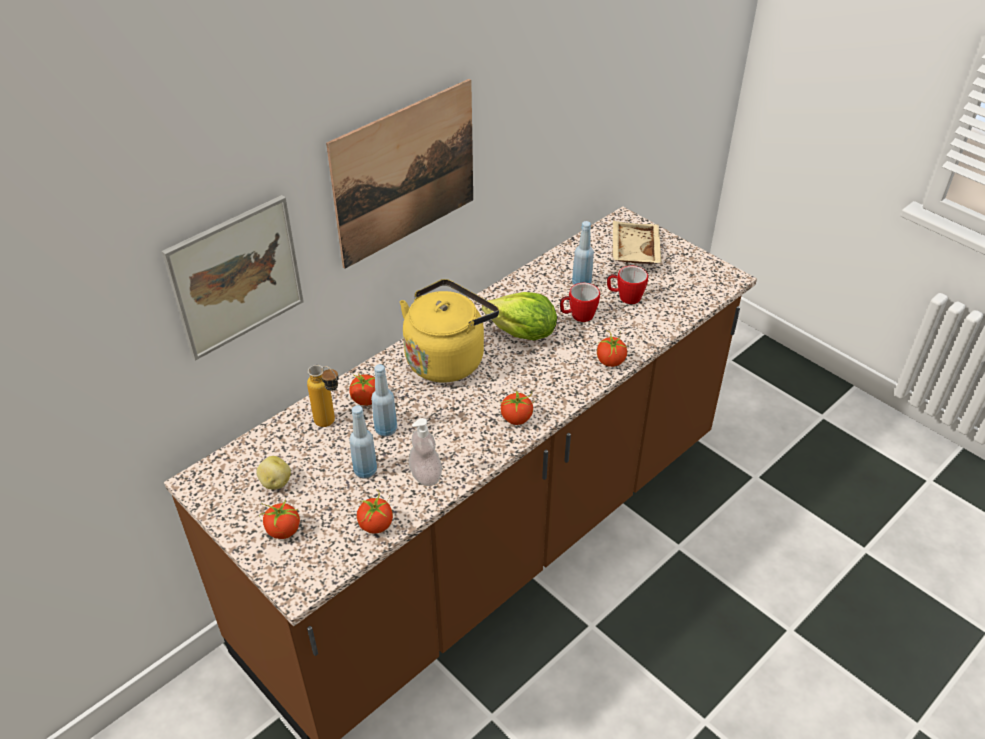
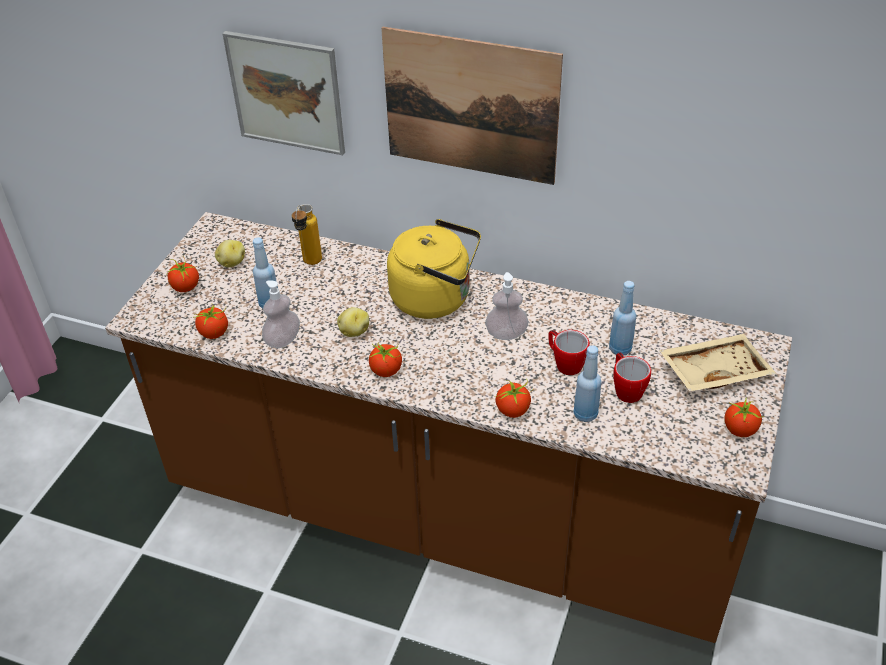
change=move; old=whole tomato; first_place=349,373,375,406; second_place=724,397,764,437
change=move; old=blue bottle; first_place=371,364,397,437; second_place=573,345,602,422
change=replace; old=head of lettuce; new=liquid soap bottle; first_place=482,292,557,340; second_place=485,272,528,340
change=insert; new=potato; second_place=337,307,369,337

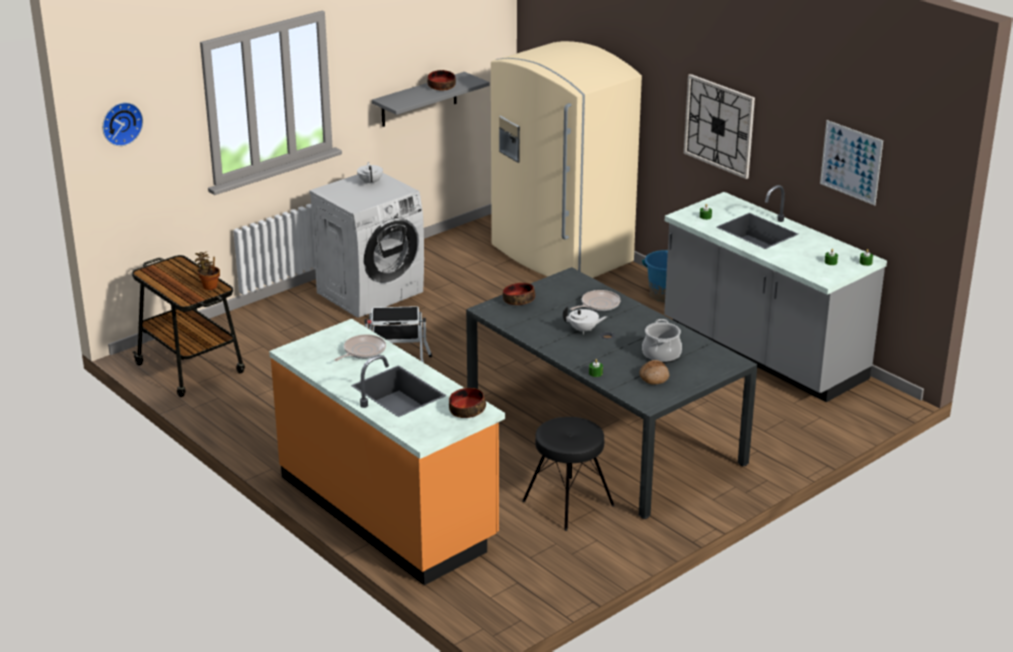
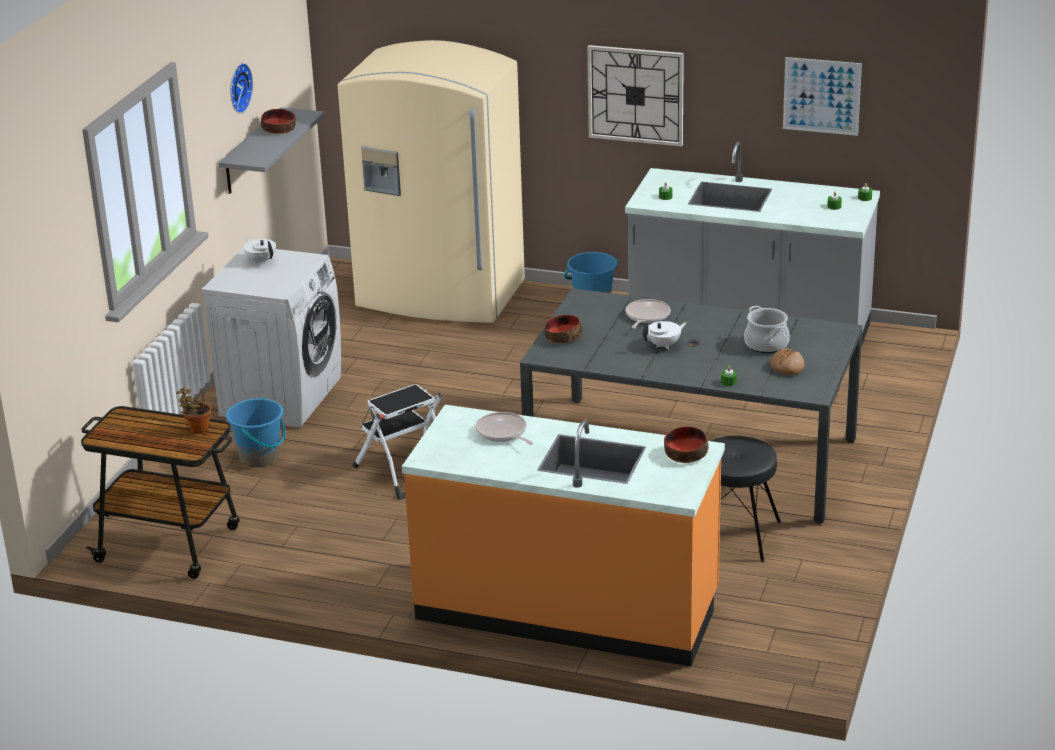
change=move; old=wall clock; first_place=102,102,143,146; second_place=230,63,253,114
change=rotate; old=pan; first_place=334,334,386,361; second_place=475,412,533,445; degrees=-45
change=insert; new=blue bucket; second_place=226,398,286,467

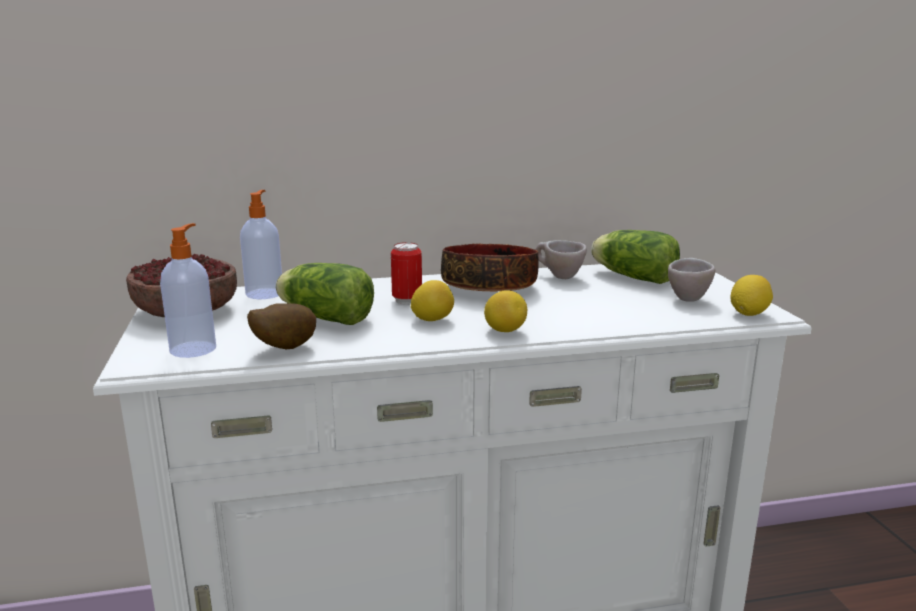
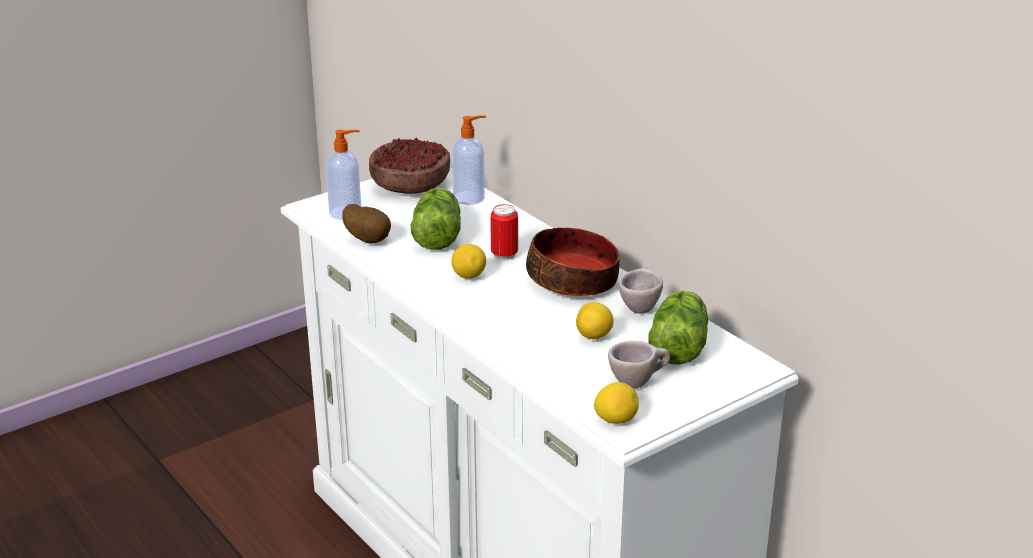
change=move; old=whole lemon; first_place=484,290,527,332; second_place=576,302,614,339

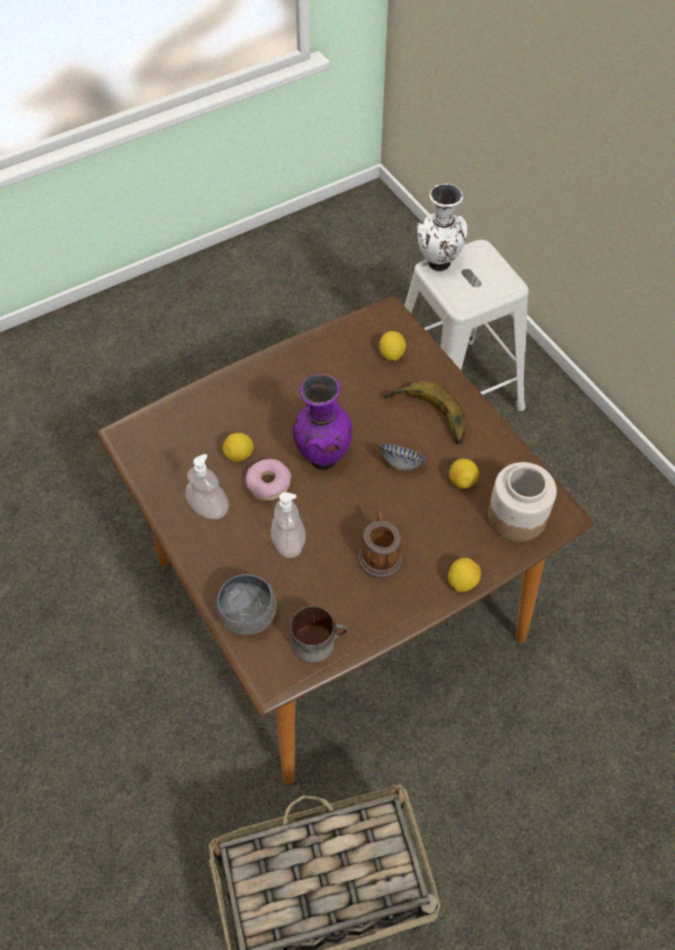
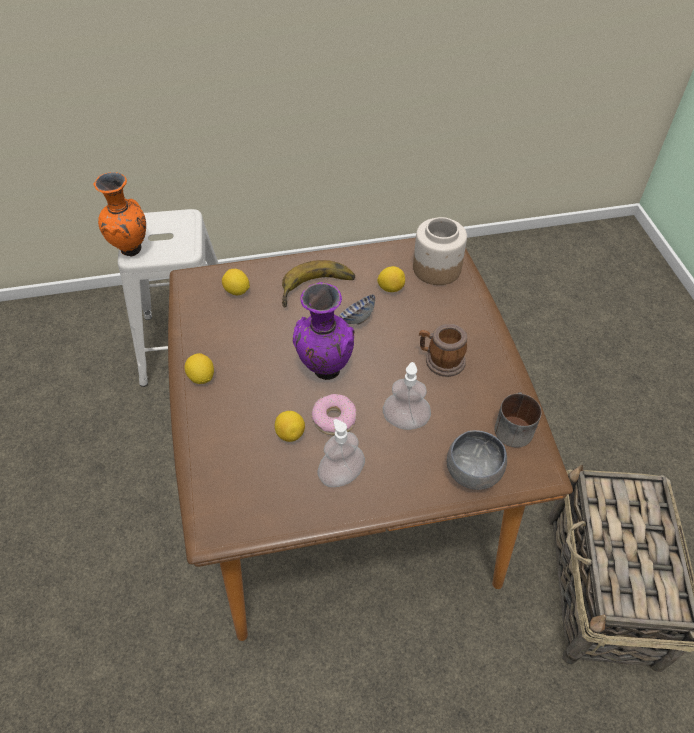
change=recolor; old=white-coloured flower vase; new=orangey flower vase; first_place=417,184,467,271; second_place=93,172,146,257
change=move; old=whole lemon; first_place=448,558,481,592; second_place=185,353,214,384

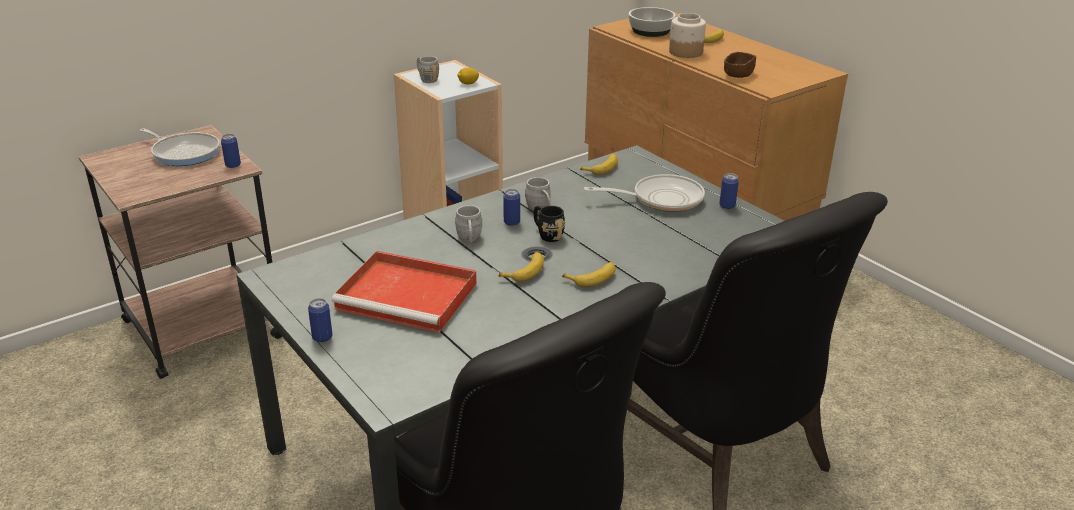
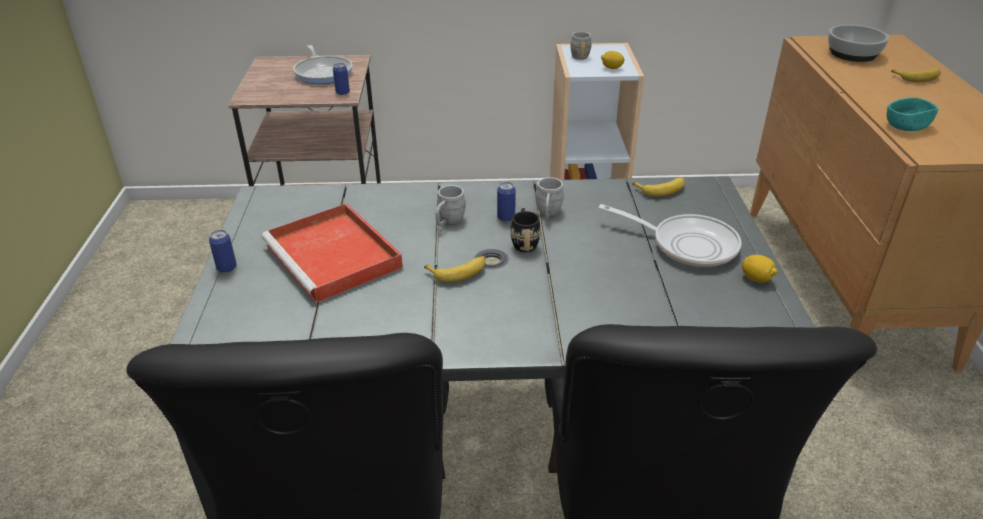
change=delete; old=banana fruit; first_place=562,262,616,287
change=delete; old=storage jar; first_place=669,13,706,58
change=replace; old=sealed can; new=whole lemon; first_place=719,173,739,209; second_place=742,255,778,282
change=recolor; old=brown-coloured serving bowl; new=turquoise-coloured serving bowl; first_place=724,52,756,78; second_place=887,97,939,131

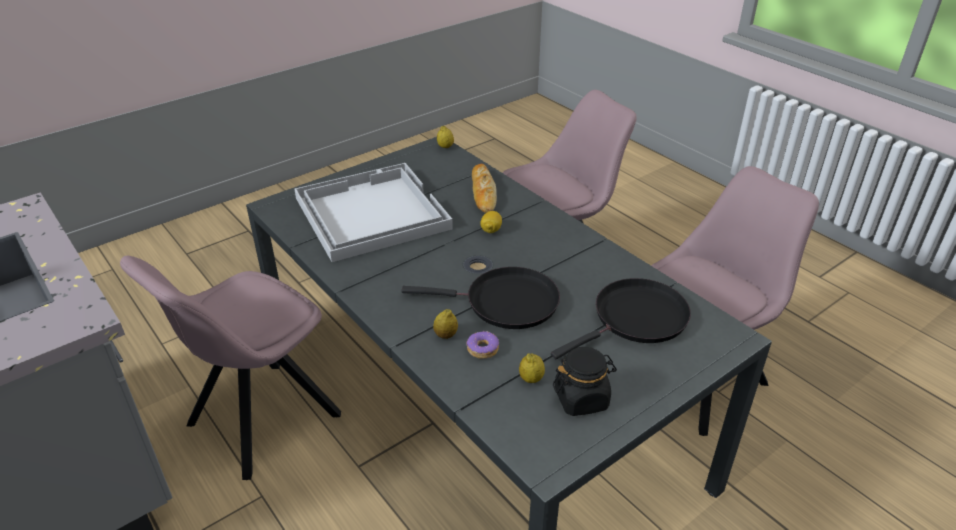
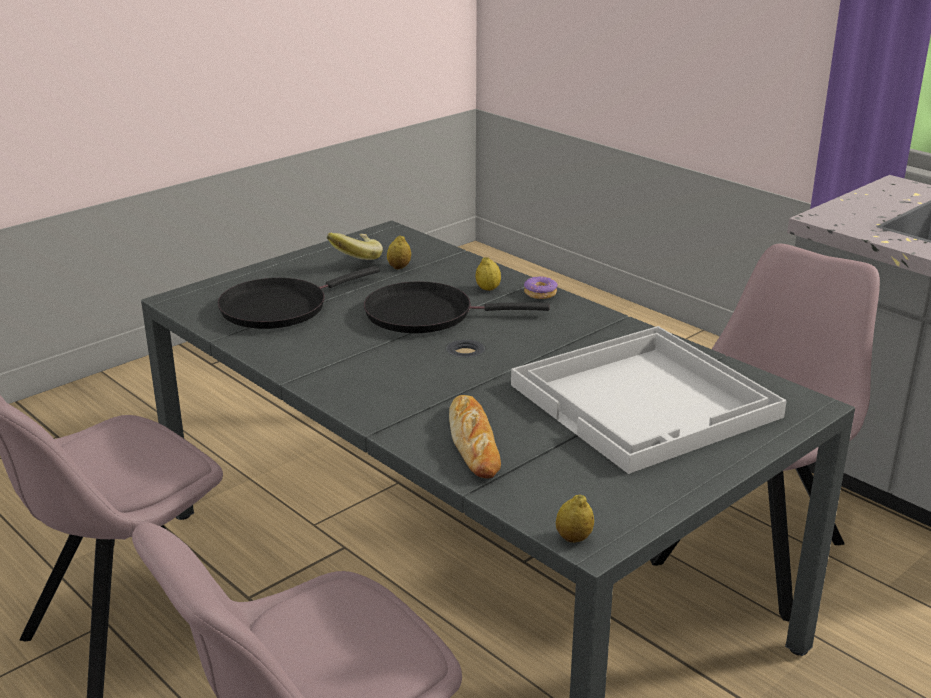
change=move; old=donut; first_place=466,331,499,359; second_place=524,276,558,299
change=delete; old=whole lemon; first_place=480,211,502,233
change=replace; old=black storage jar; new=banana fruit; first_place=553,347,617,416; second_place=326,233,383,260

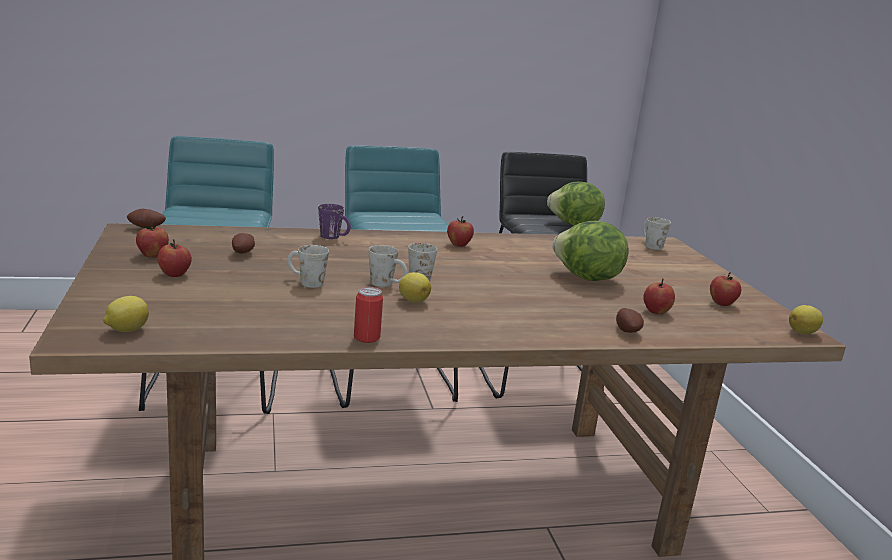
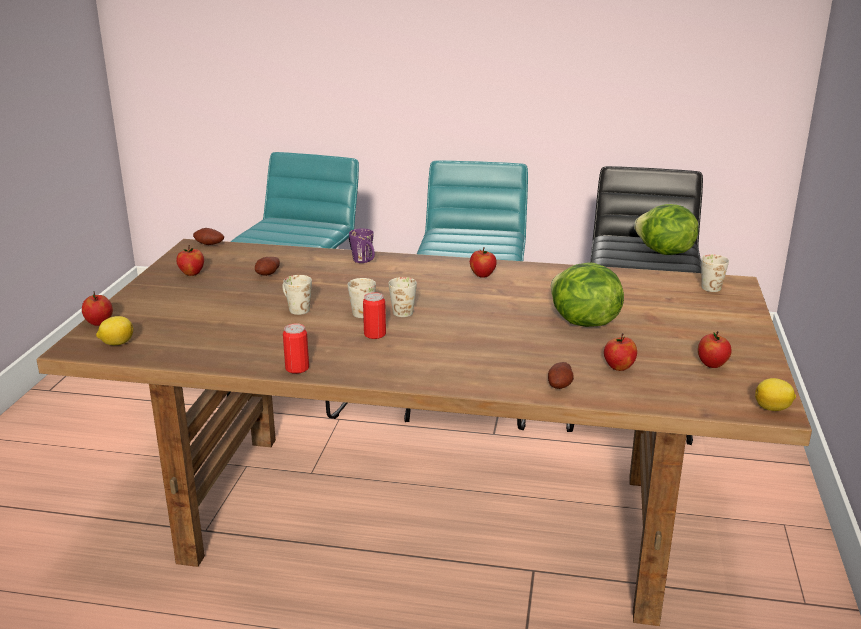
change=move; old=apple fruit; first_place=158,239,192,277; second_place=82,291,113,326
change=replace; old=whole lemon; new=sealed can; first_place=399,272,431,303; second_place=363,292,386,339

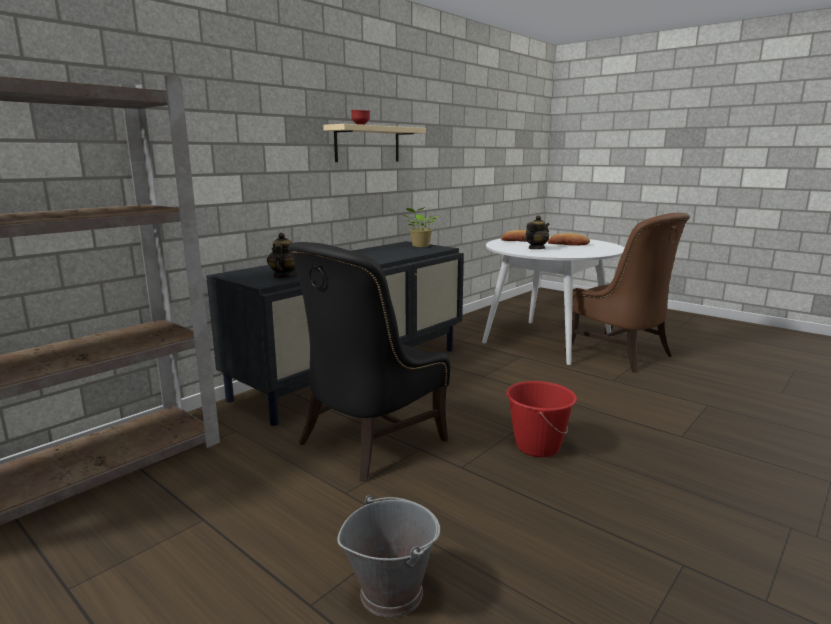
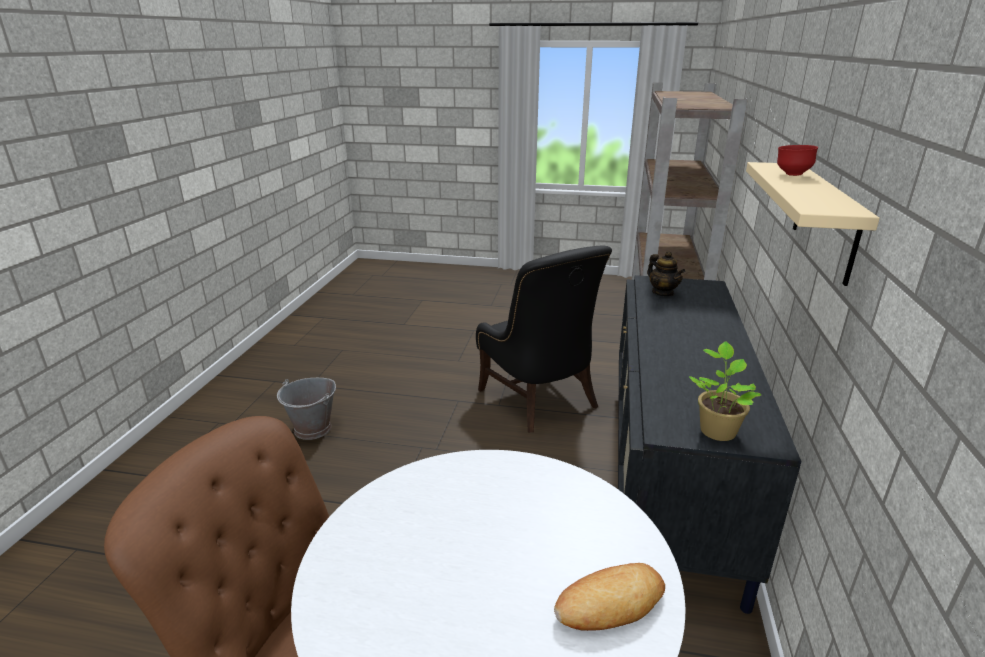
change=rotate; old=black chair; first_place=288,242,450,482; second_place=476,246,612,433; degrees=135
change=move; old=gray bucket; first_place=337,495,440,618; second_place=277,378,336,440
change=delete; old=red bucket; first_place=506,381,577,457
change=delete; old=tea pot; first_place=525,215,550,249
change=delete; old=baked bread; first_place=548,233,590,246

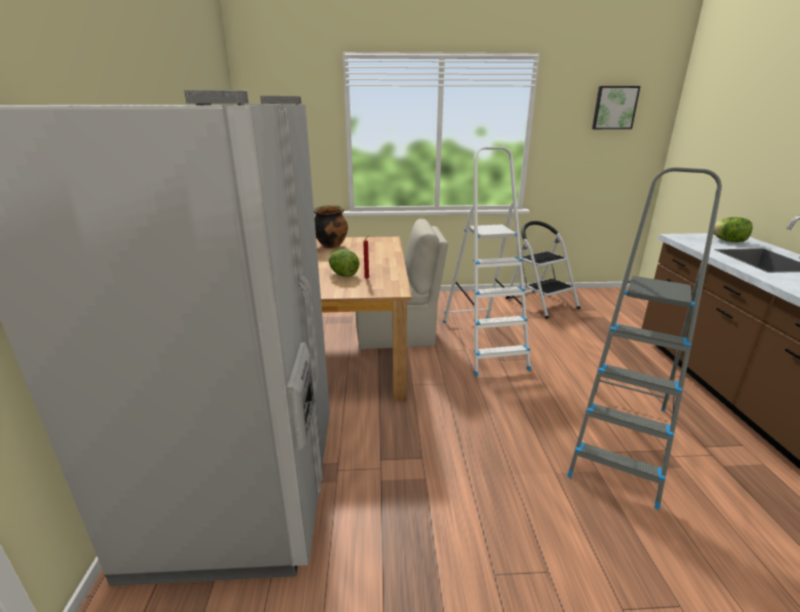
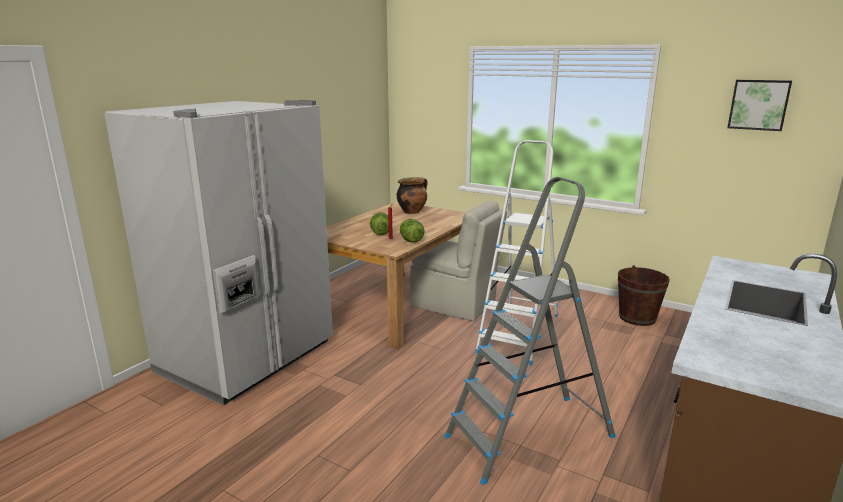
change=replace; old=step stool; new=brown-coloured bucket; first_place=506,221,581,319; second_place=618,265,670,326
change=move; old=head of lettuce; first_place=713,217,753,242; second_place=400,219,425,242

